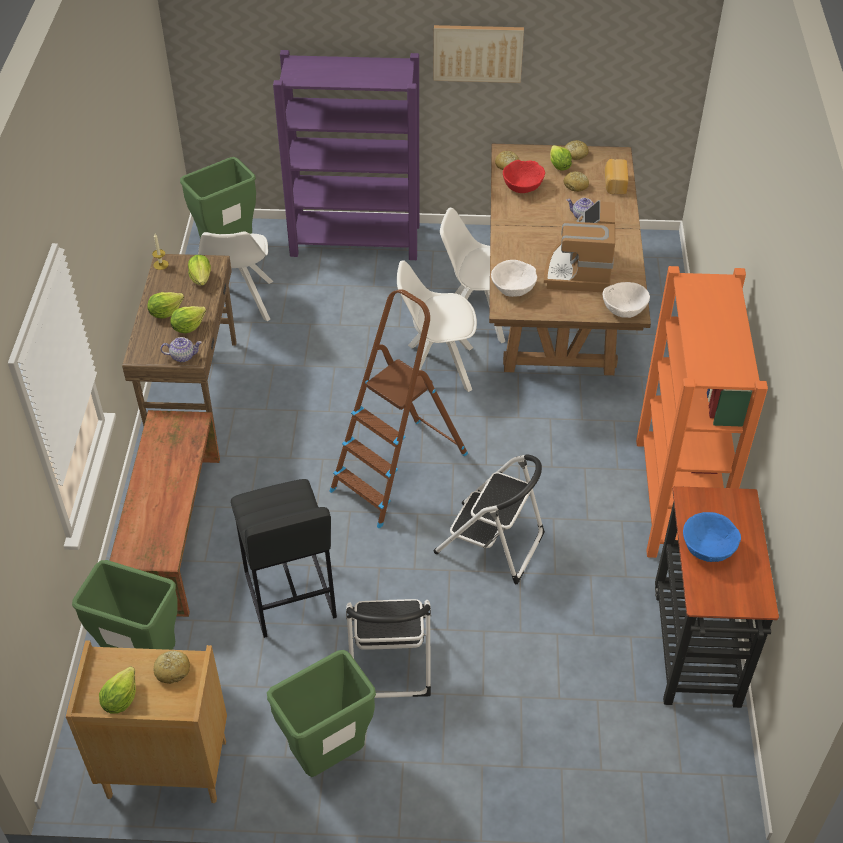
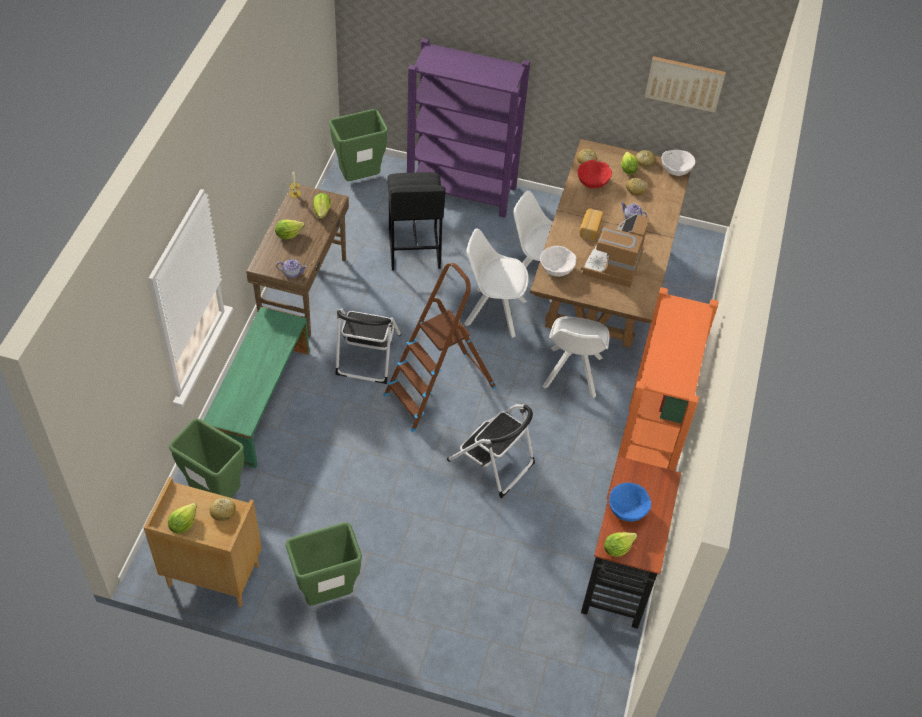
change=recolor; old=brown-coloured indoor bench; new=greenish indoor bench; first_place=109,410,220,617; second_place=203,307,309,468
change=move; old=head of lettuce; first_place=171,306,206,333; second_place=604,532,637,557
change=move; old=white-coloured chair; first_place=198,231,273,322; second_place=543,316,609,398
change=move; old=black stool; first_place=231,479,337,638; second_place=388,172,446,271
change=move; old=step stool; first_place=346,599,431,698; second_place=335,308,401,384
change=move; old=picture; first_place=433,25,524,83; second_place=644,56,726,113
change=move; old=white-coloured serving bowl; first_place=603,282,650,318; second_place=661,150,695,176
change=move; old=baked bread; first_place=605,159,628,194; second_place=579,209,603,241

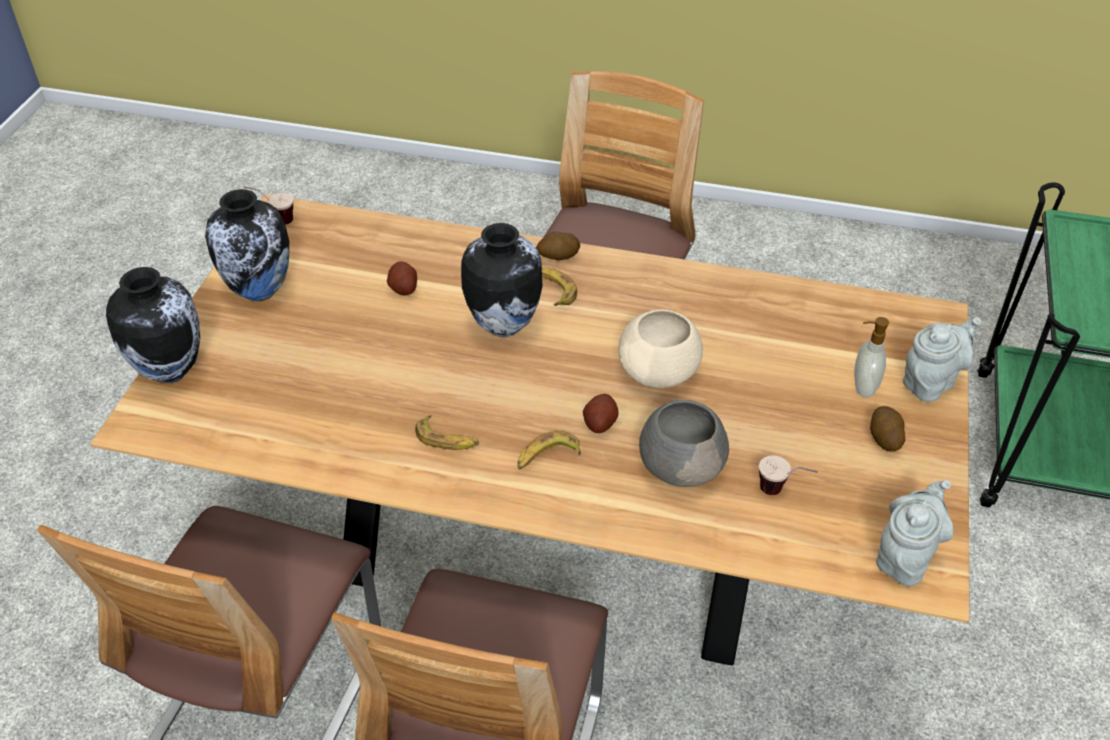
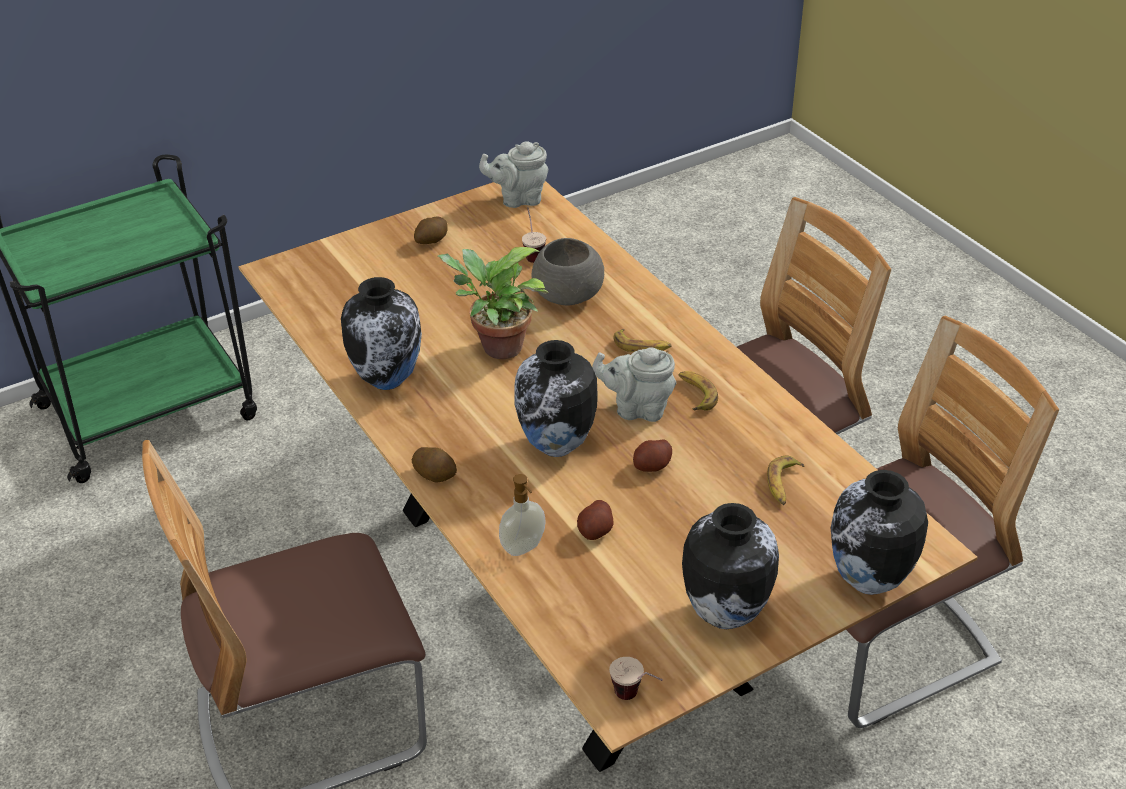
change=move; old=banana fruit; first_place=542,268,577,306; second_place=767,456,805,505
change=move; old=potato; first_place=583,394,619,433; second_place=633,439,672,472
change=replace; old=beige-coloured serving bowl; new=potted plant; first_place=618,309,703,388; second_place=438,247,549,359
change=move; old=liquid soap bottle; first_place=854,317,889,397; second_place=499,474,546,556
change=move; old=gray tea pot; first_place=903,317,981,402; second_place=592,347,676,422
change=insert; new=flower vase; second_place=341,277,422,390

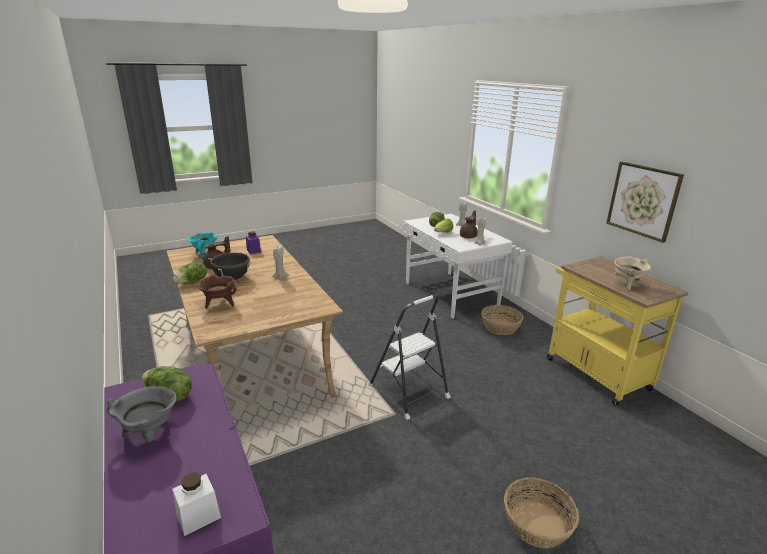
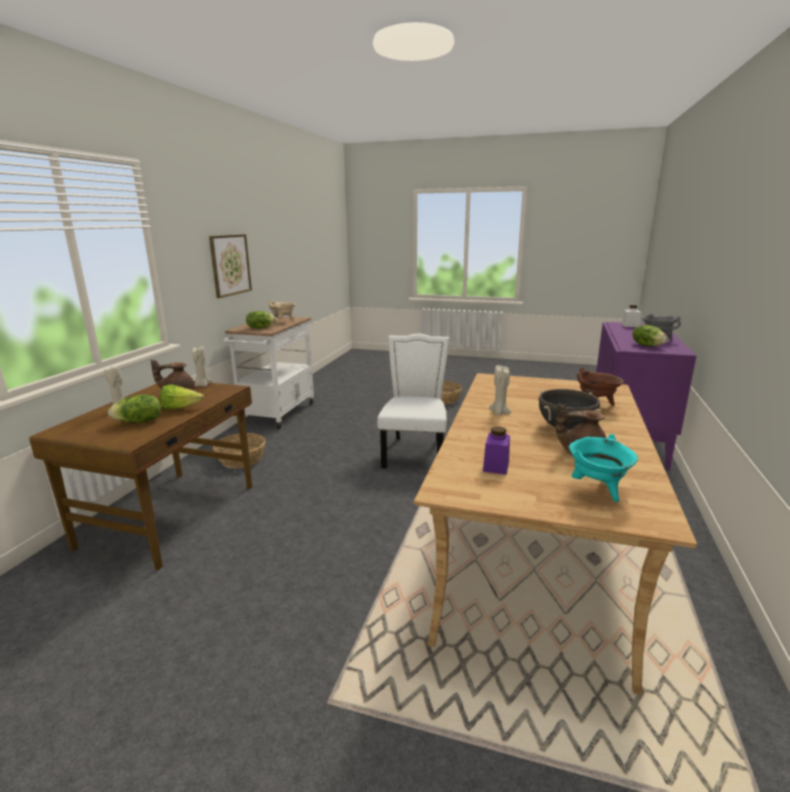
change=move; old=head of lettuce; first_place=173,262,207,284; second_place=246,311,277,329
change=replace; old=white-coloured step stool; new=white-coloured chair; first_place=368,295,451,420; second_place=377,334,449,468
change=recolor; old=white-coloured desk table; new=brown-coloured desk table; first_place=402,214,512,318; second_place=29,381,252,570
change=recolor; old=yellow trolley; new=white-coloured trolley; first_place=547,257,688,406; second_place=224,316,314,430

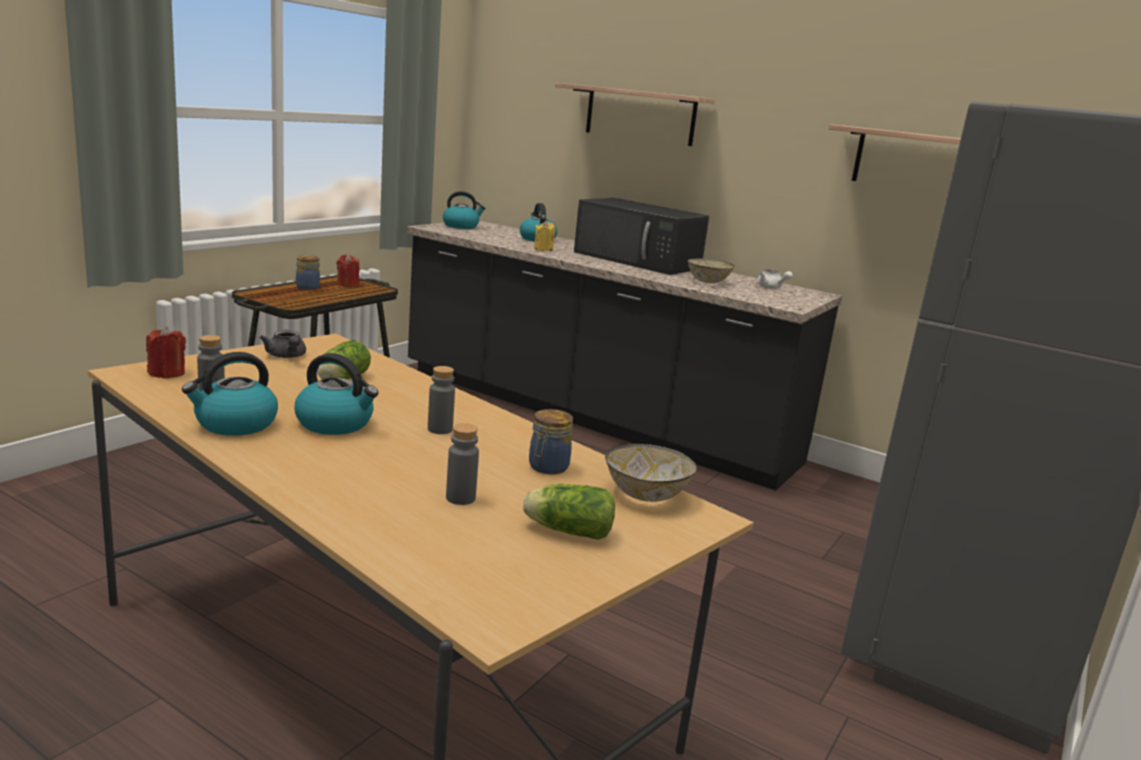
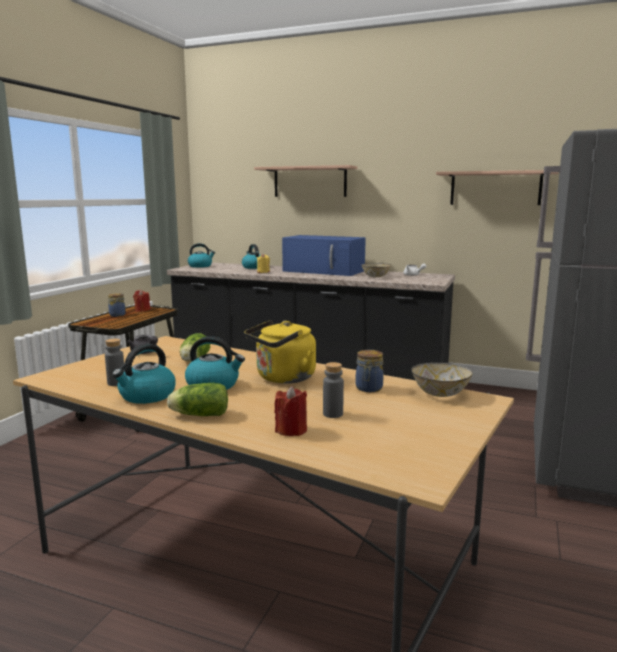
change=move; old=red candle; first_place=146,326,186,379; second_place=274,386,307,436
change=replace; old=gray bottle; new=yellow tea kettle; first_place=428,366,455,434; second_place=244,320,316,384
change=move; old=head of lettuce; first_place=523,484,615,540; second_place=167,383,228,416
change=recolor; old=black kitchen microwave; new=blue kitchen microwave; first_place=574,198,709,275; second_place=282,235,366,276

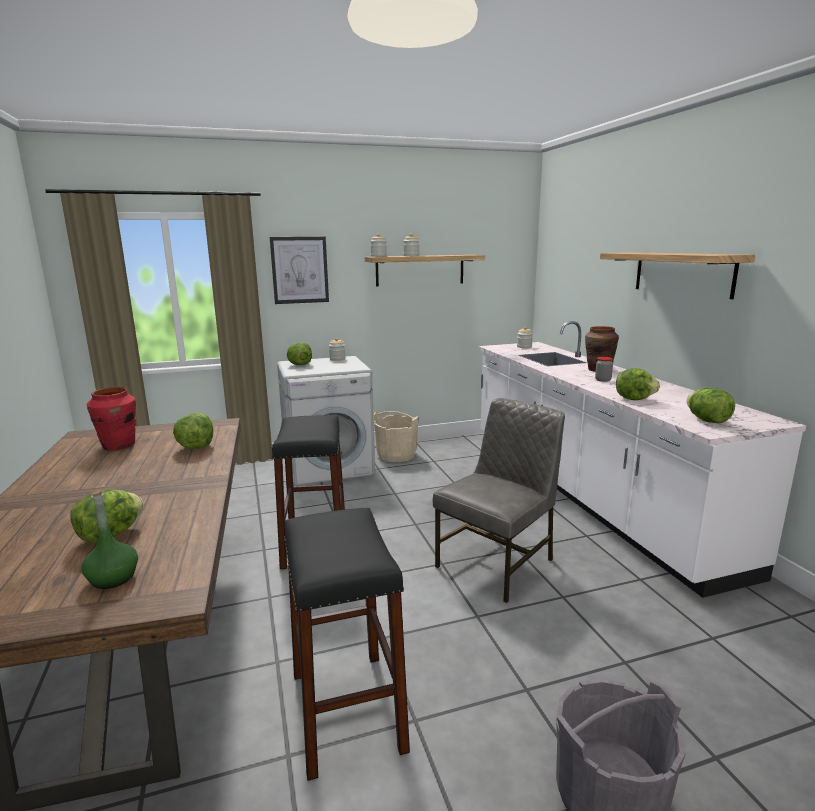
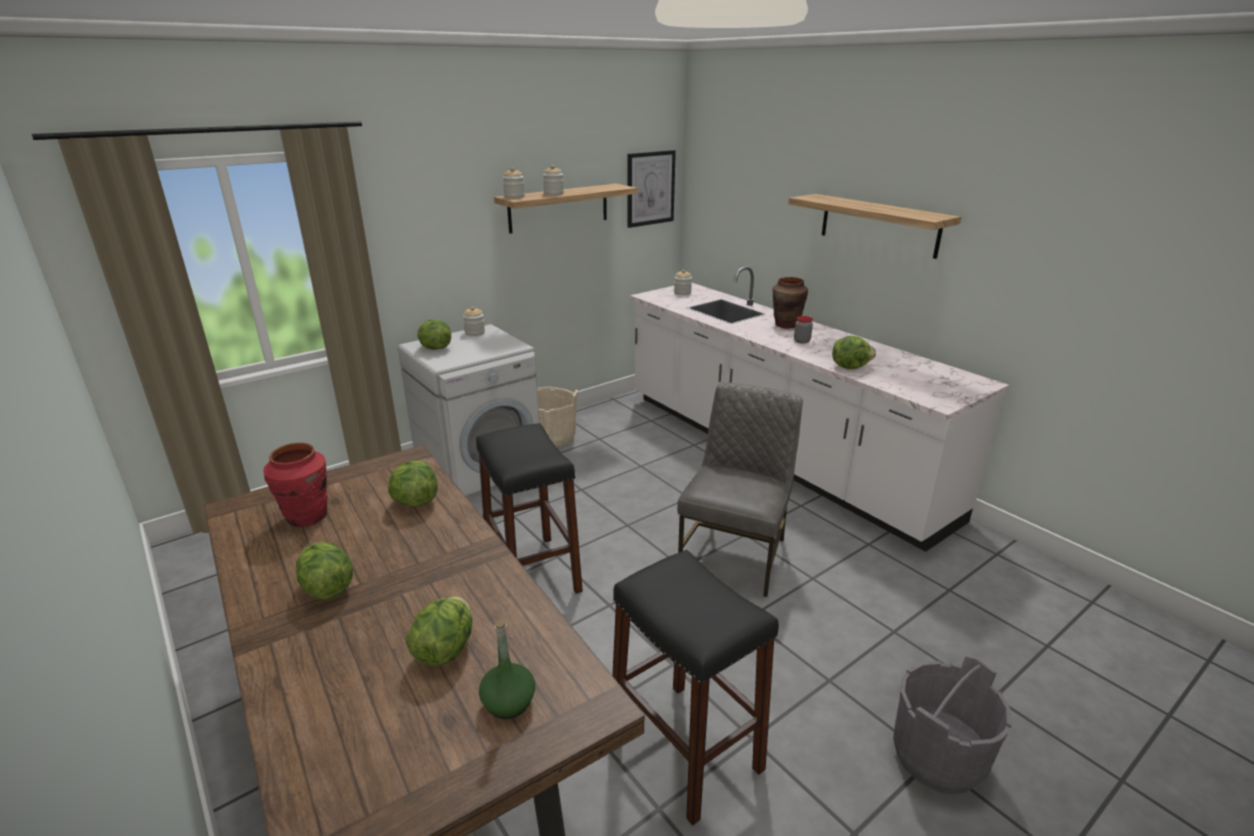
change=move; old=picture; first_place=270,237,329,304; second_place=627,150,676,228
change=move; old=head of lettuce; first_place=687,387,735,423; second_place=296,542,353,600

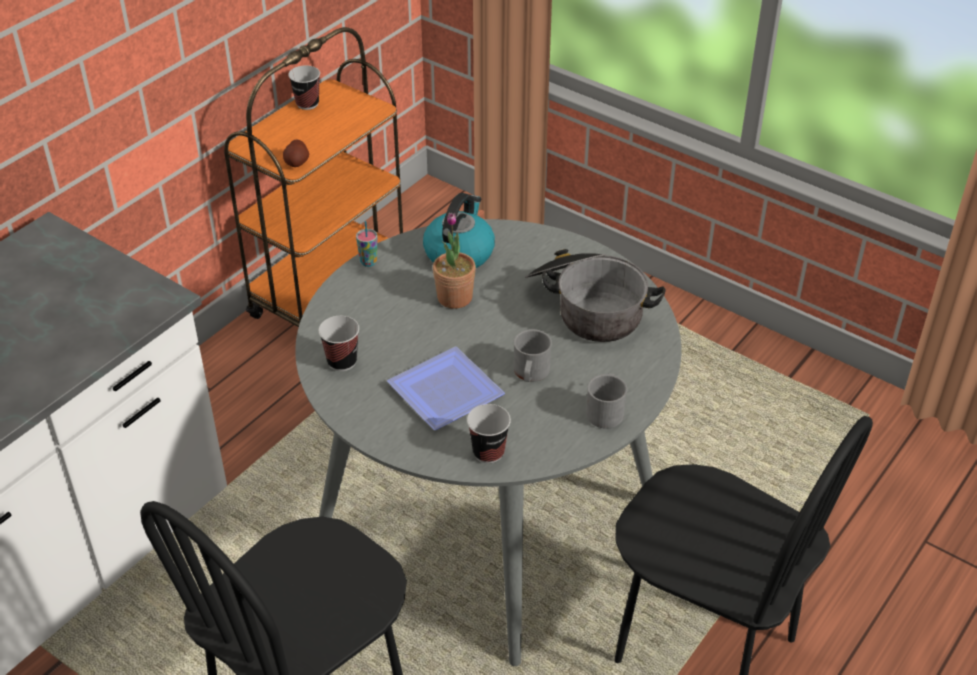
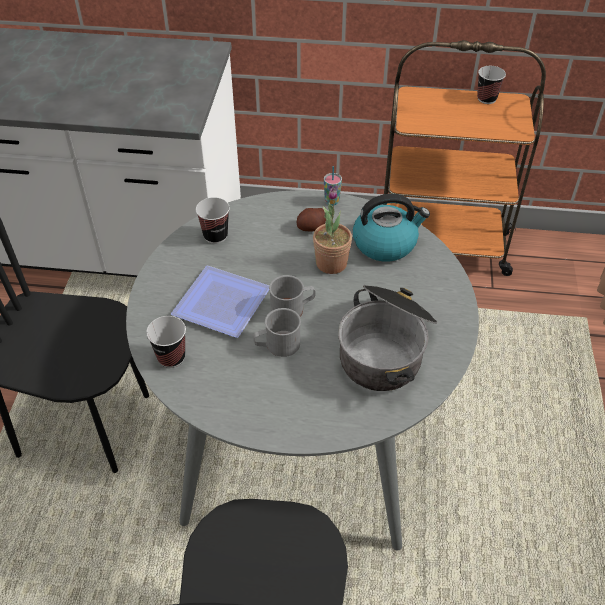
change=move; old=potato; first_place=283,139,309,167; second_place=297,208,326,232
change=move; old=gray mug; first_place=586,373,627,429; second_place=269,275,315,317

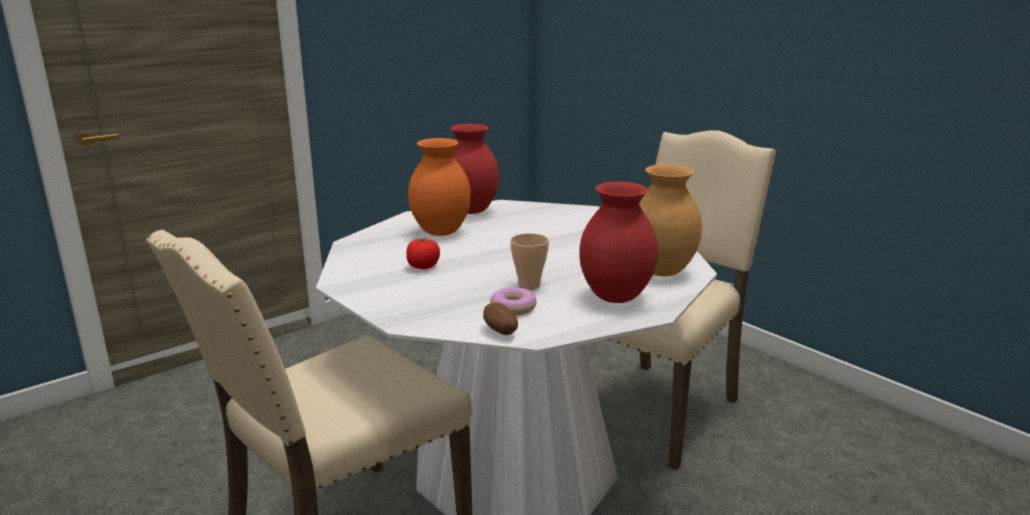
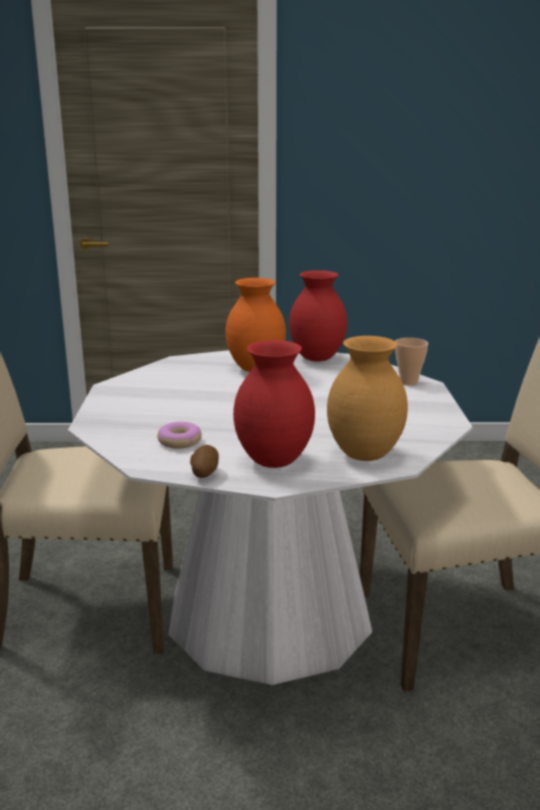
change=delete; old=whole tomato; first_place=406,238,440,269
change=move; old=potato; first_place=483,303,518,335; second_place=190,445,219,478
change=move; old=small cup; first_place=510,233,549,290; second_place=395,338,428,385

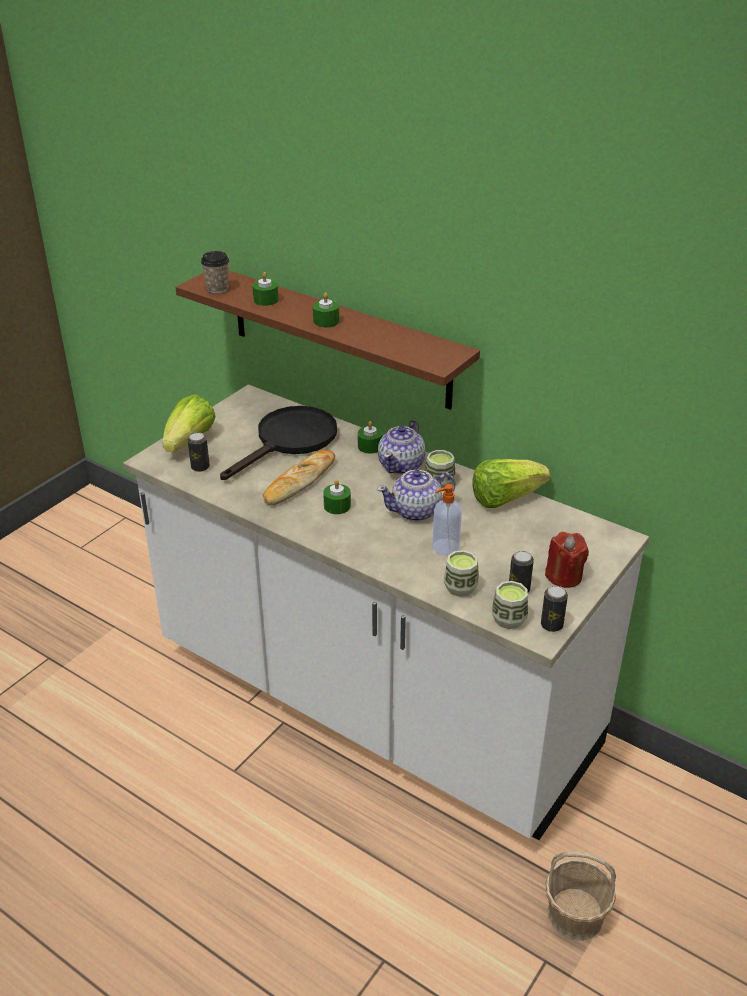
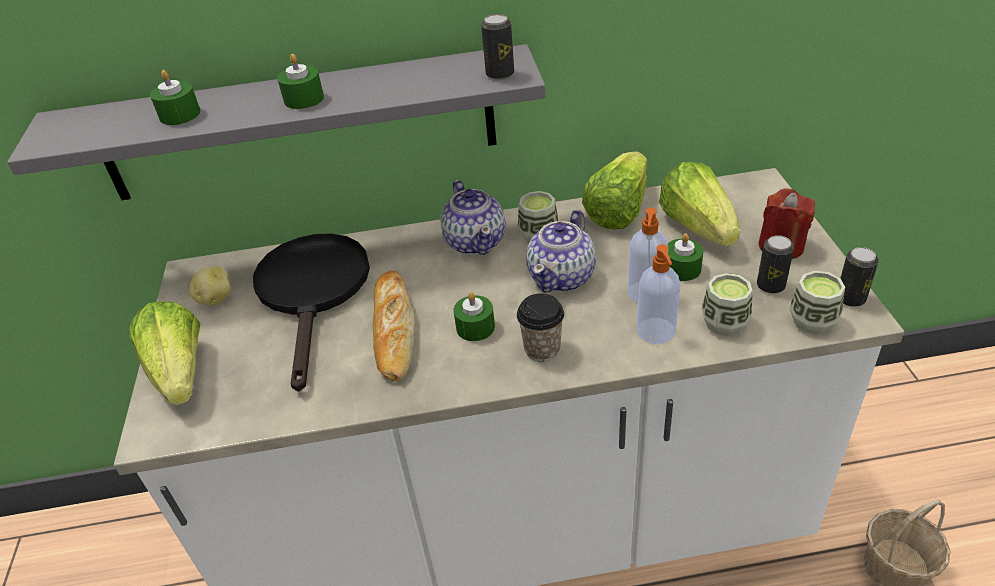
change=recolor; old=brown-coloured shelf; new=gray shelf; first_place=176,271,480,410; second_place=7,44,546,200
change=move; old=sealed can; first_place=188,432,210,472; second_place=481,14,514,80
change=move; old=small cup; first_place=201,251,229,294; second_place=517,293,564,362
change=move; old=greenish candle; first_place=358,421,383,454; second_place=668,233,704,281
change=insert; new=potato; second_place=189,266,231,306
change=insert; new=liquid soap bottle; second_place=637,244,680,344
change=insert; new=head of lettuce; second_place=659,162,740,246

